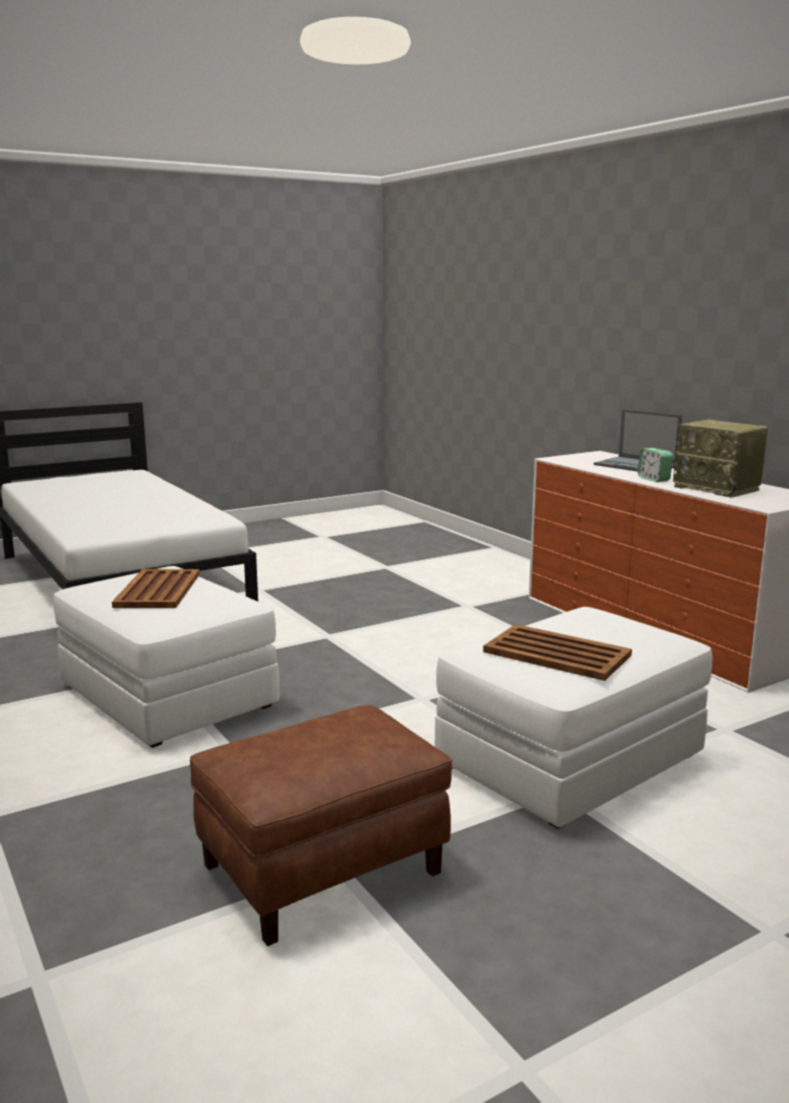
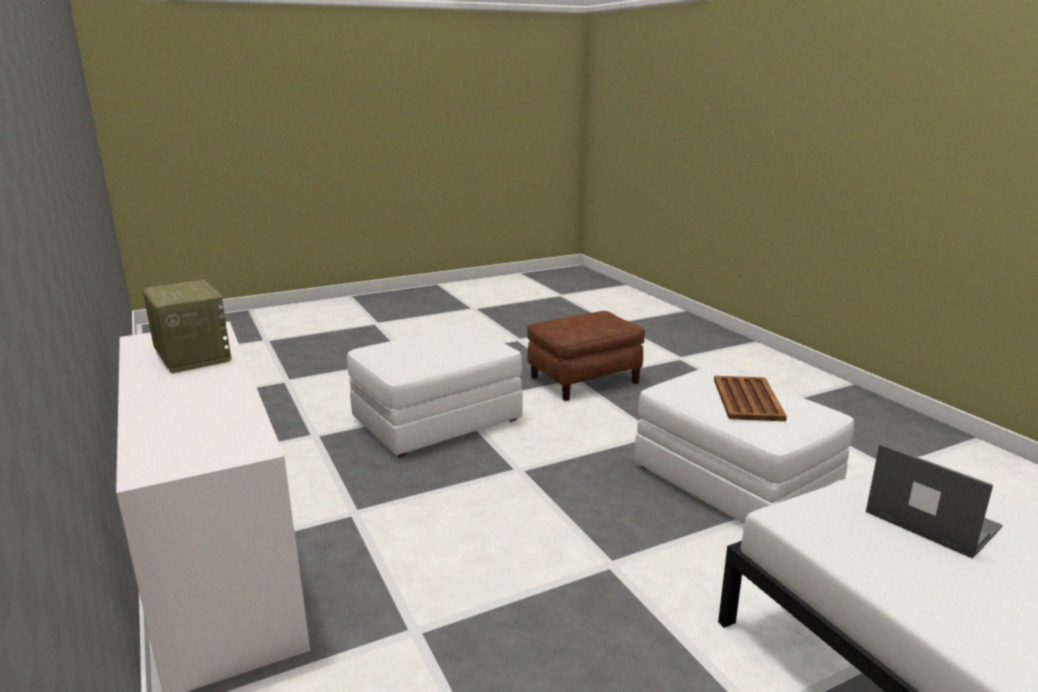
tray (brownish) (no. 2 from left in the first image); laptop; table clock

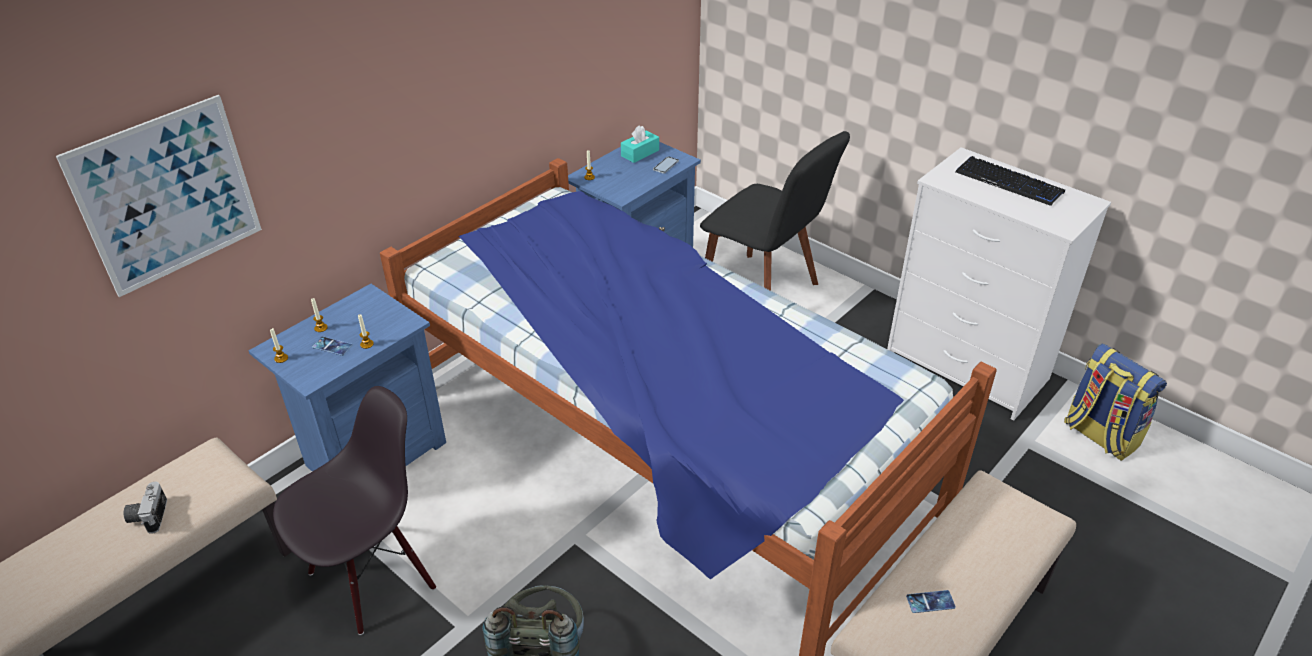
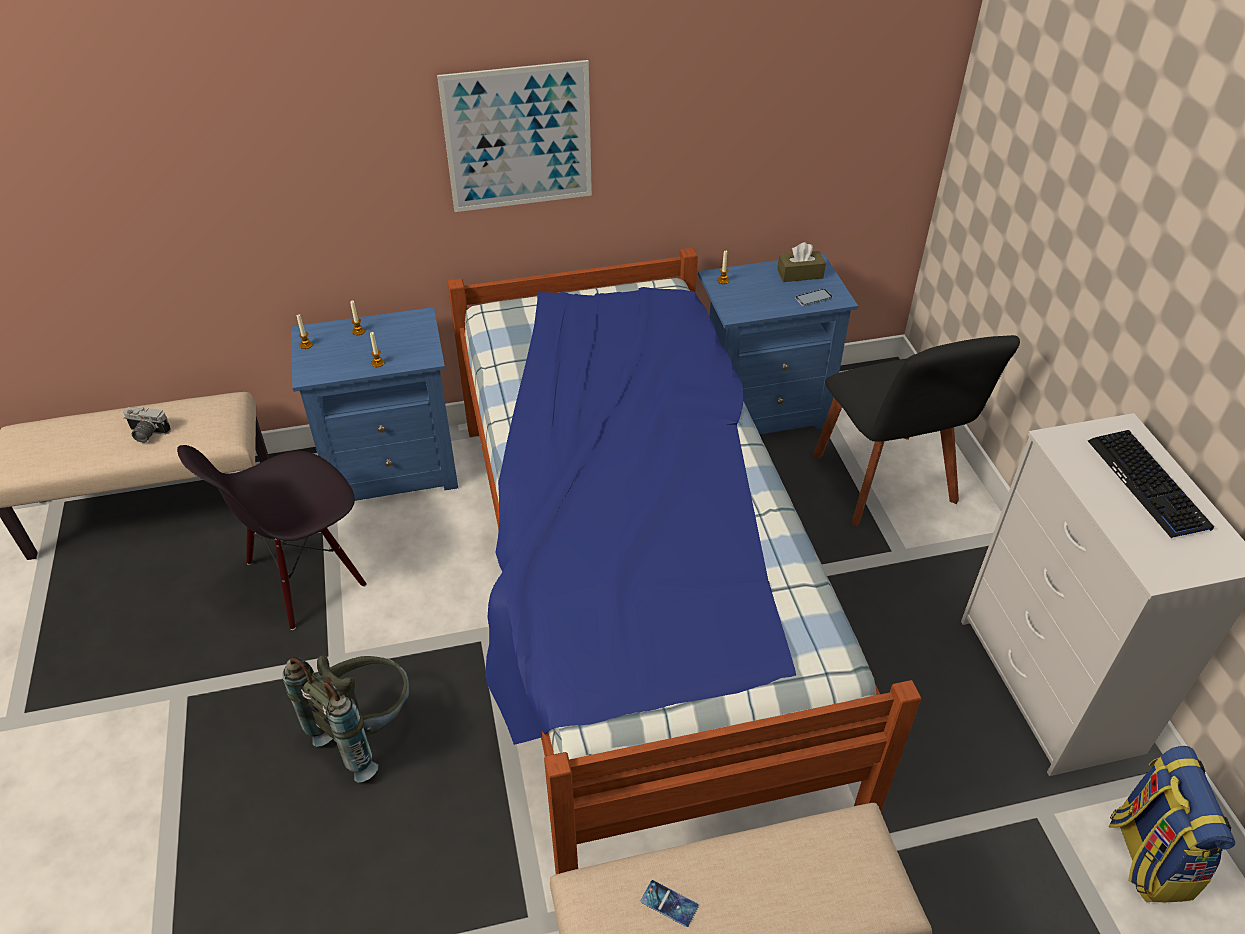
wall art; photo camera; plain chair (black) (no. 1 from left); telephone (no. 1 from left in the first image); tissue holder (brownish)

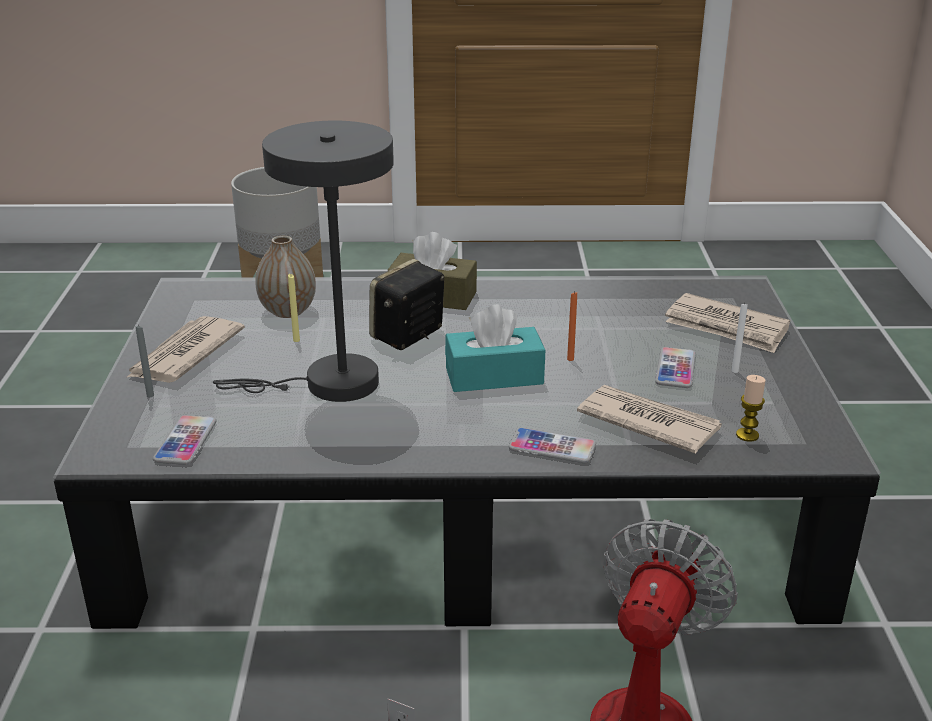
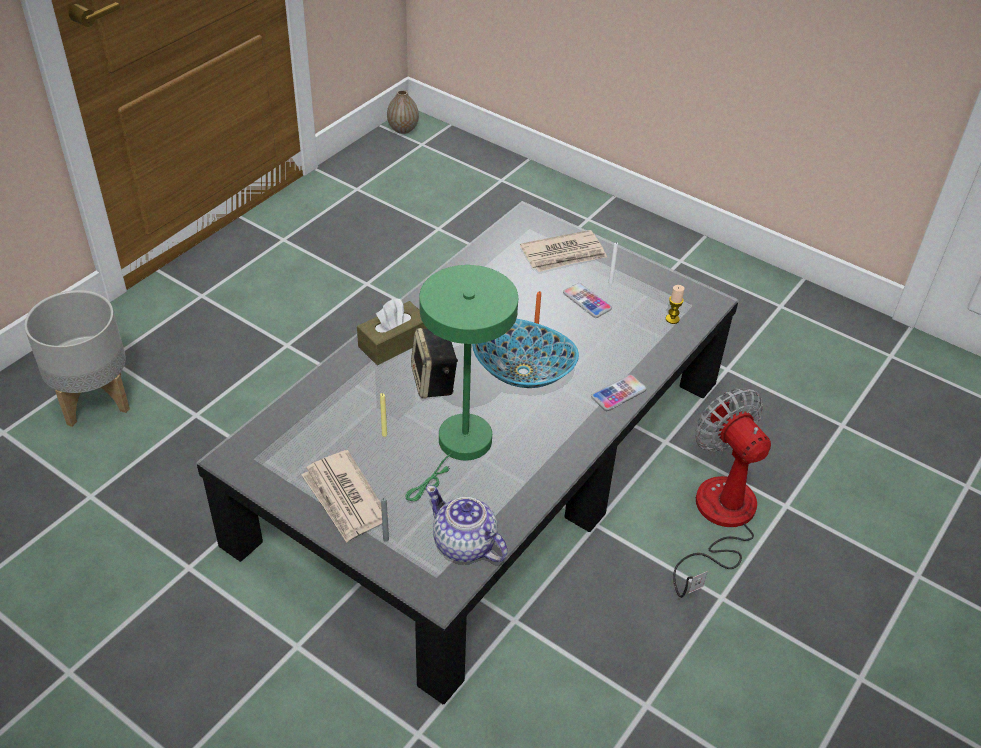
tea pot; lamp for a table (greenish); vase; bowl; daily paper (no. 2 from left in the first image)

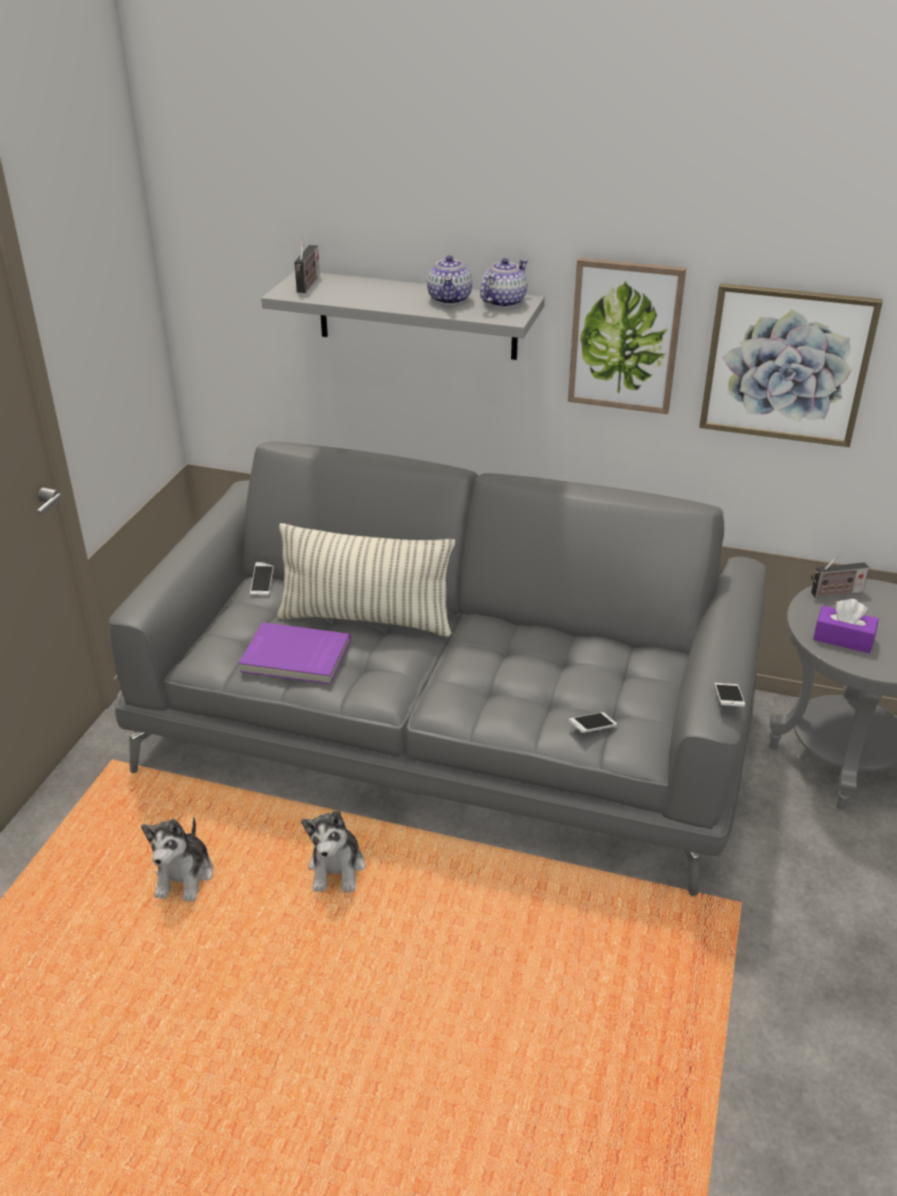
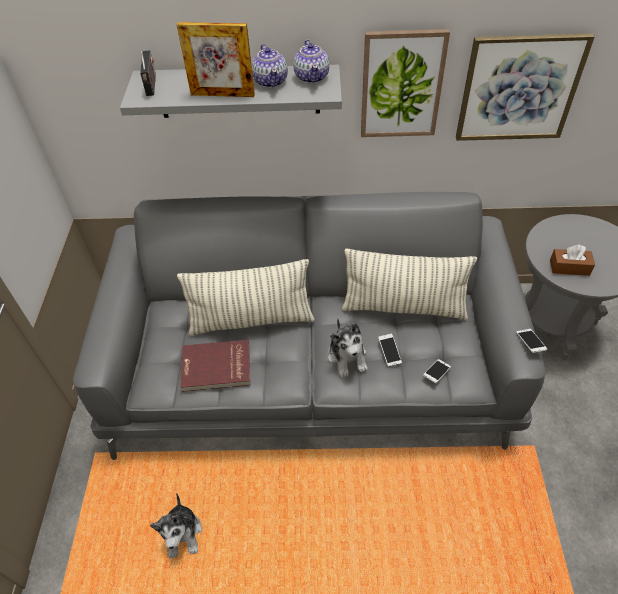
book (red); telephone (no. 1 from left); soft toy (no. 2 from left); tea pot (no. 2 from left); radio receiver (no. 2 from left in the first image); tissue holder (brownish); picture frame; throw pillow (no. 2 from left)

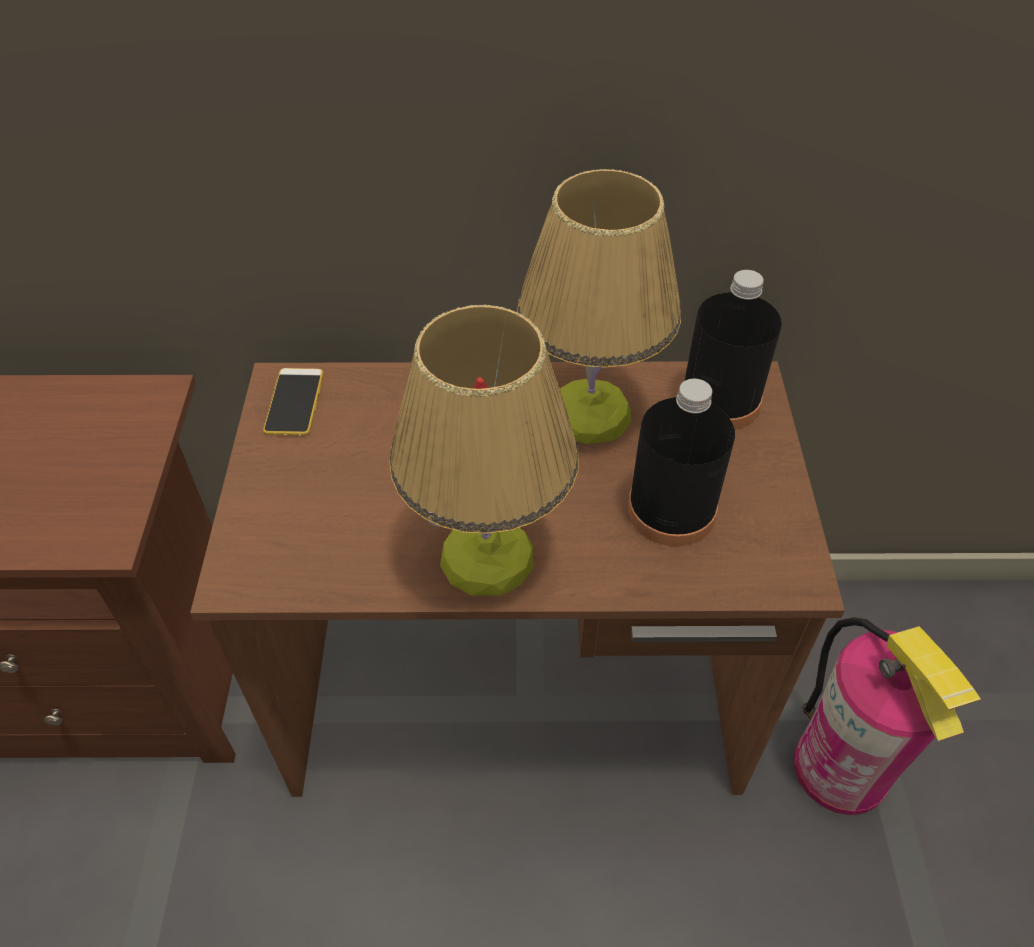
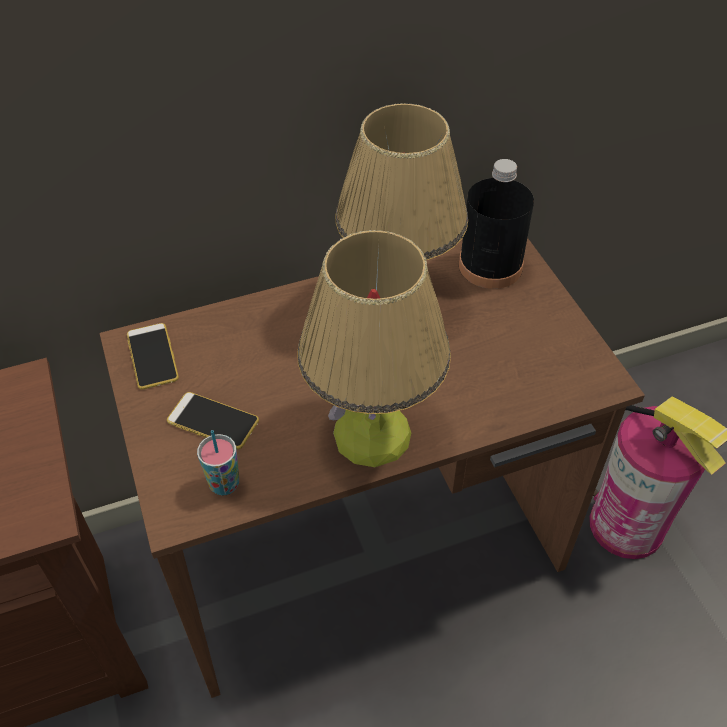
drink bottle (black) (no. 1 from left in the first image); telephone (no. 2 from left); cup

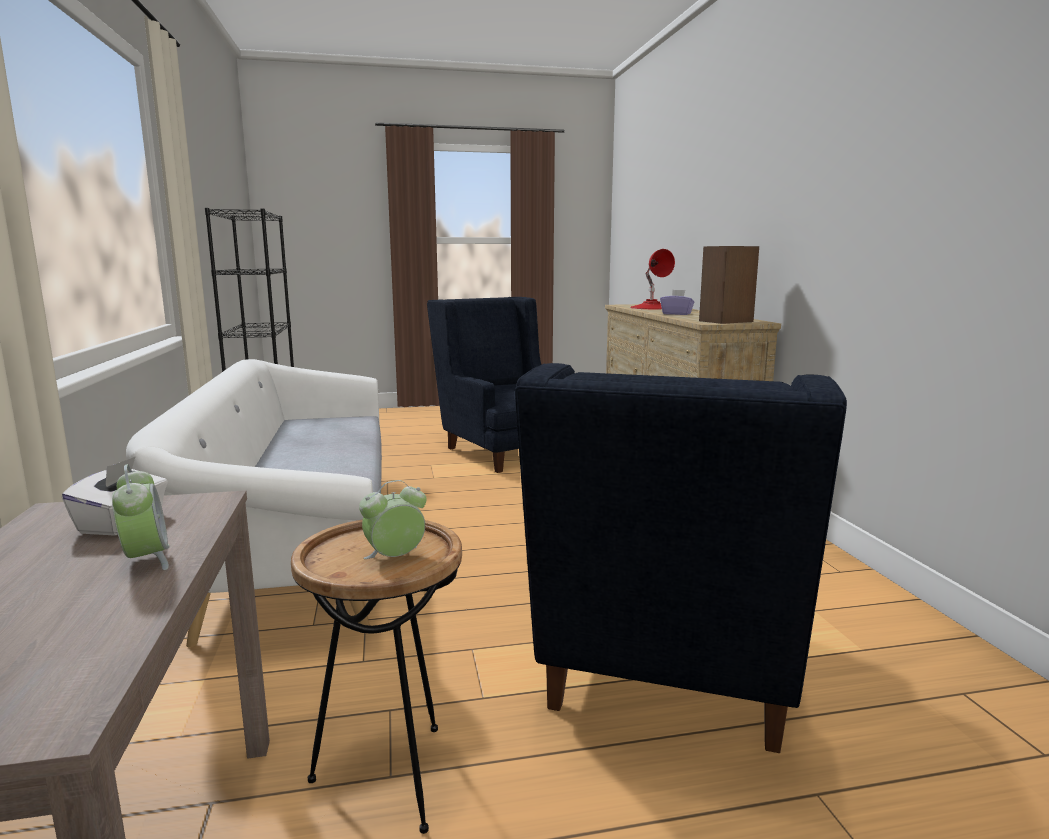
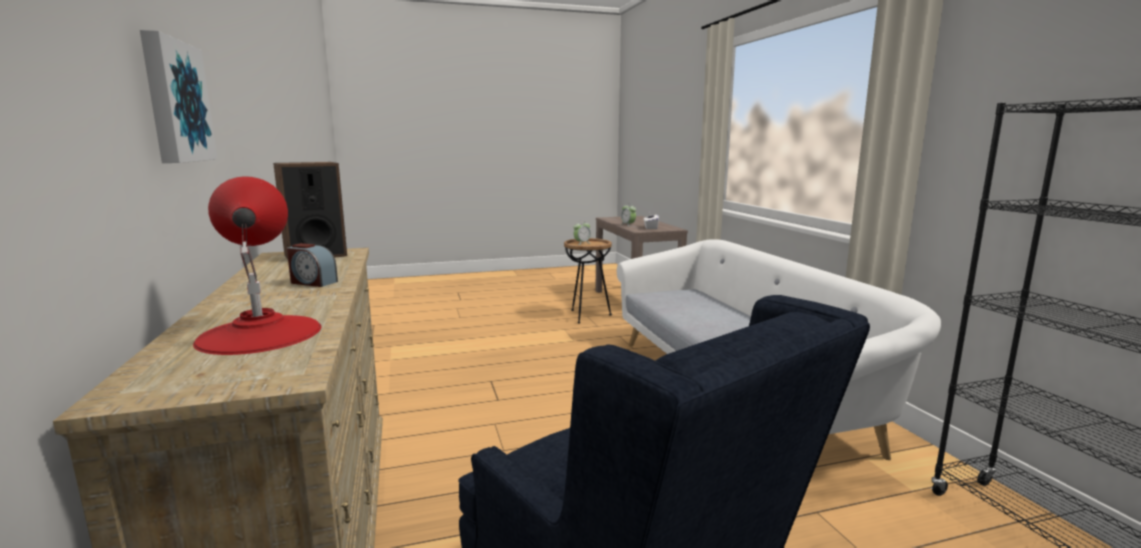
easy chair (blue-coloured) (no. 2 from left in the first image); table clock (no. 1 from left); wall art

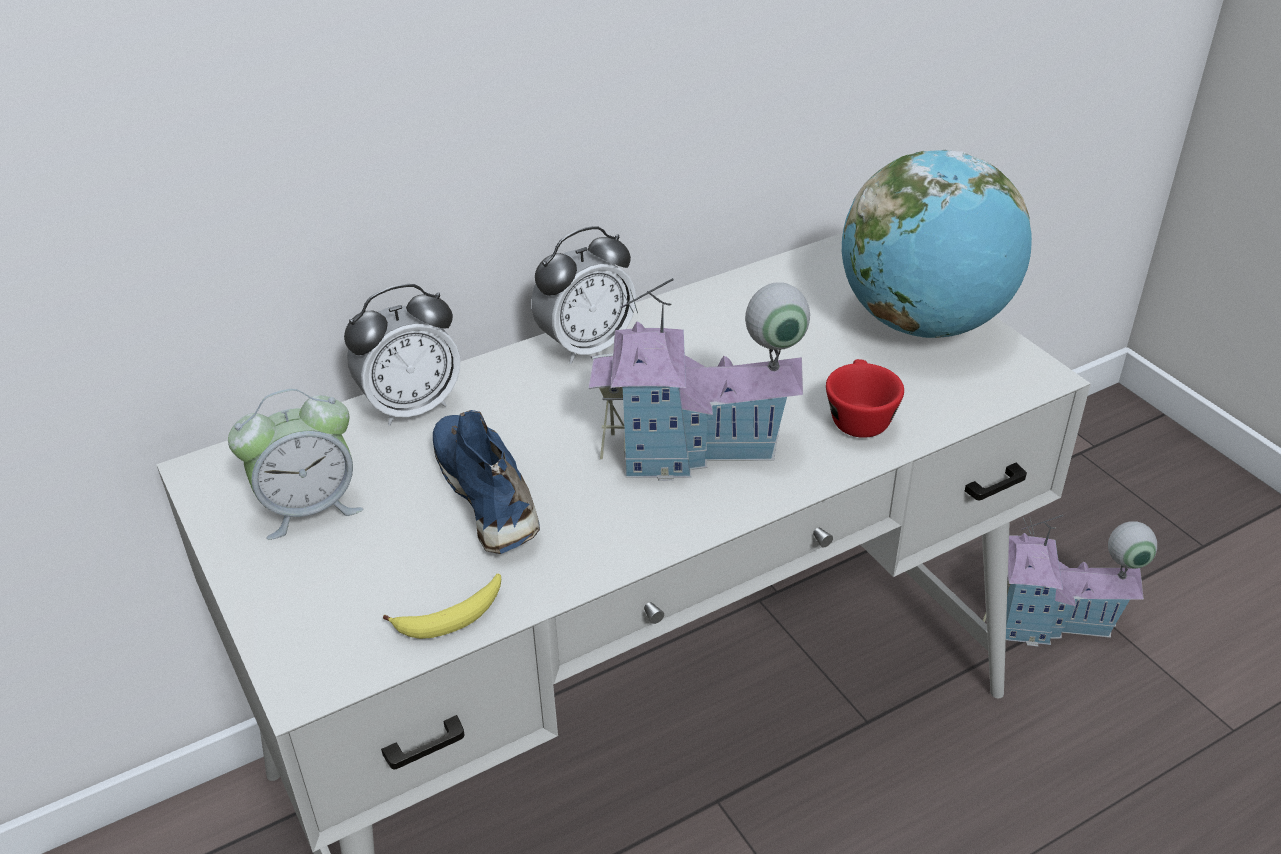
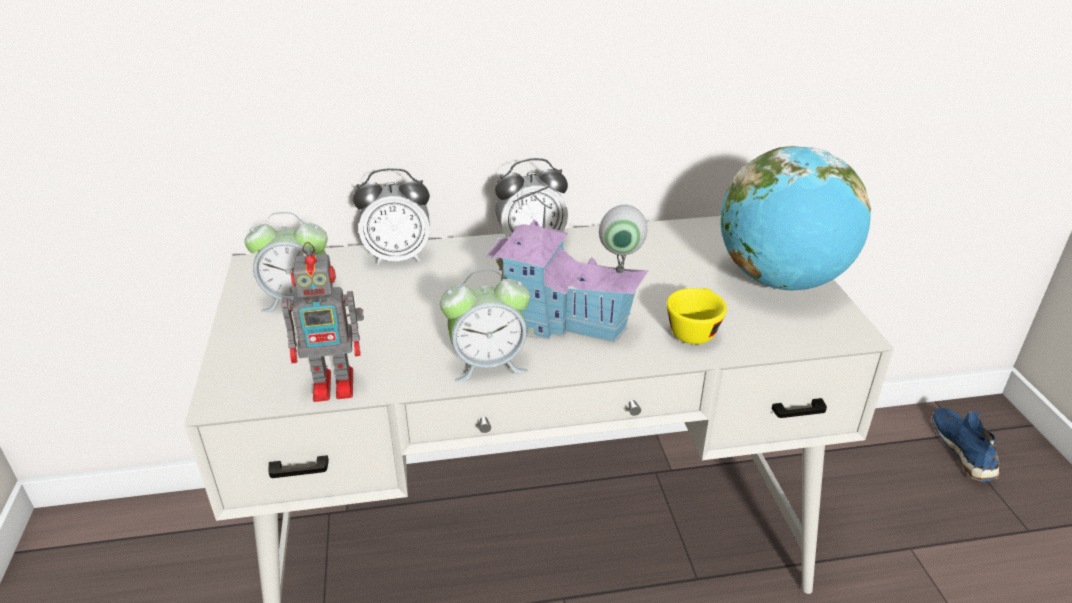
robot figure; low shoe (blue-coloured); cup (yellow-coloured); miniature house (no. 2 from left in the first image); table clock (no. 3 from left)

